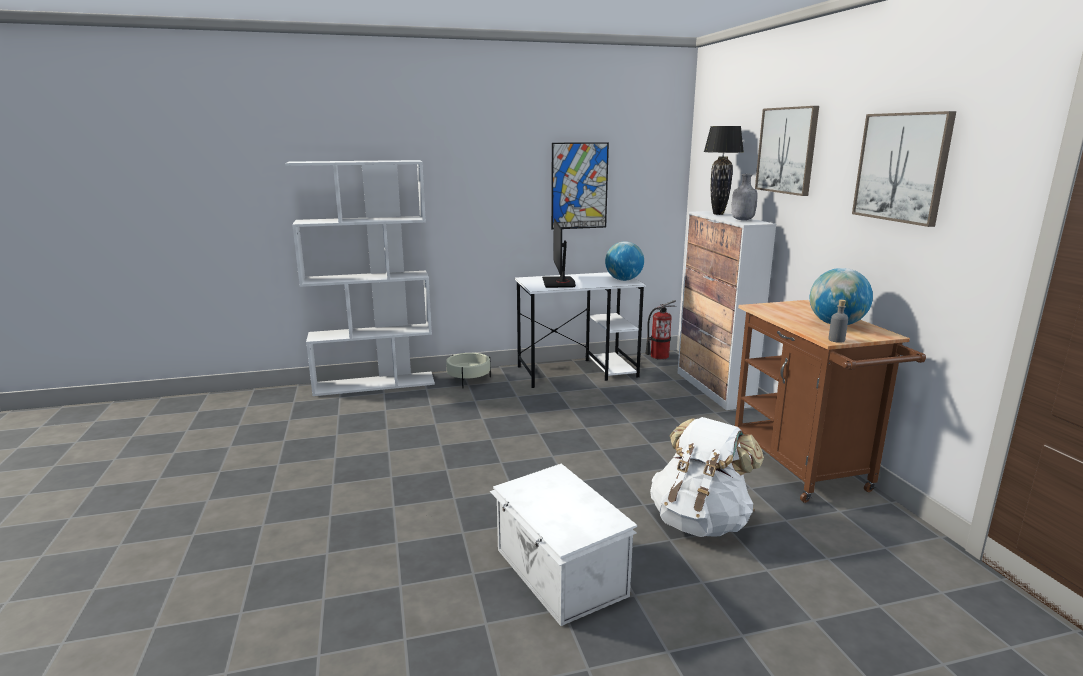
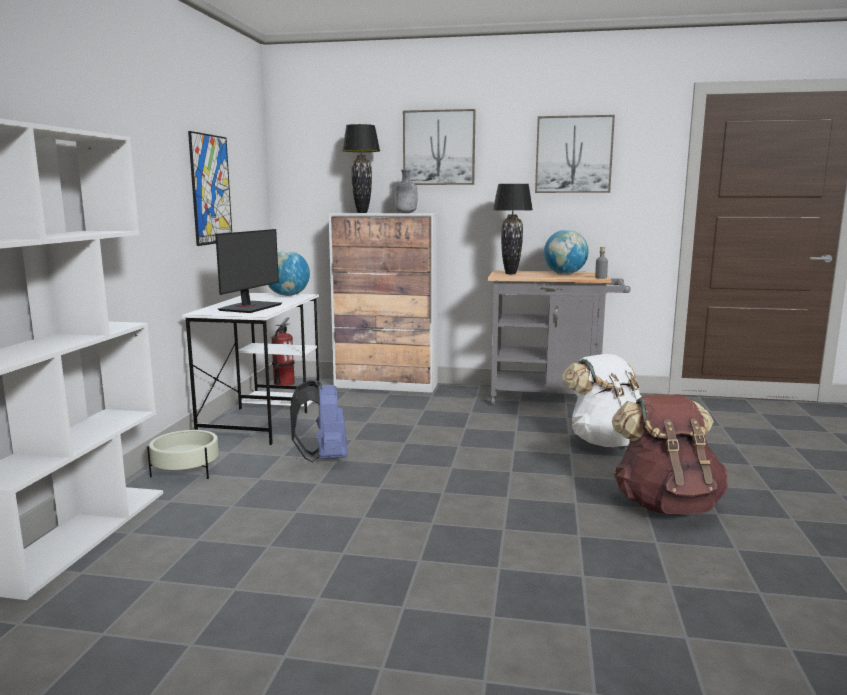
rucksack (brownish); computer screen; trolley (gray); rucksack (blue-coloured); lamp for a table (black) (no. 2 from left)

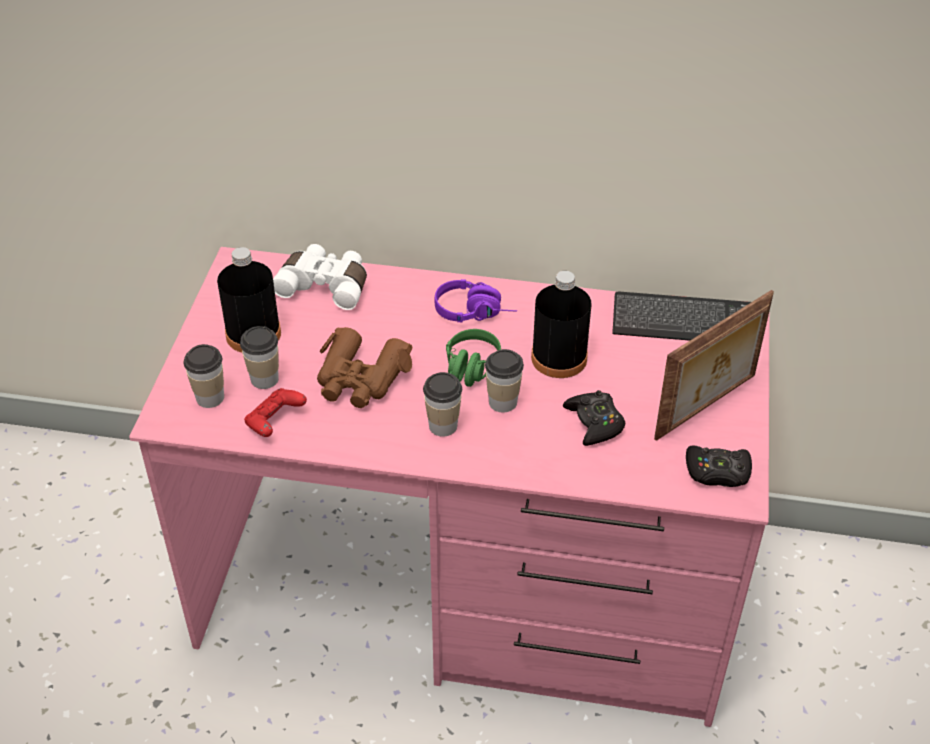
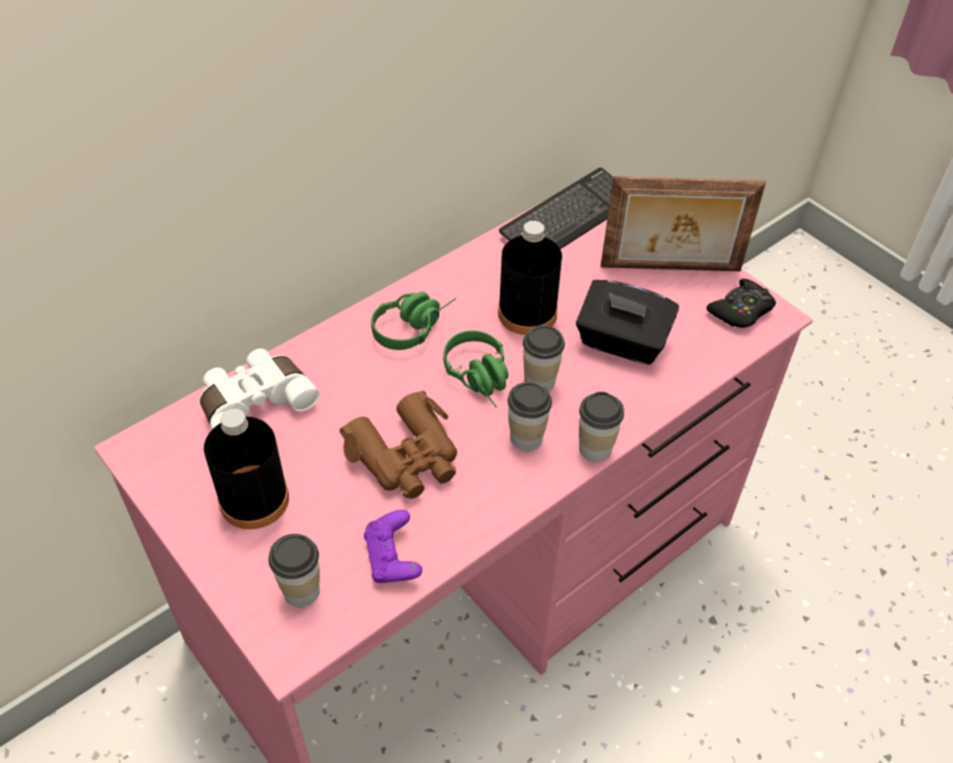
cup (no. 4 from left); gamepad (purplish); headset (greenish) (no. 1 from left); tissue holder (black); picture frame

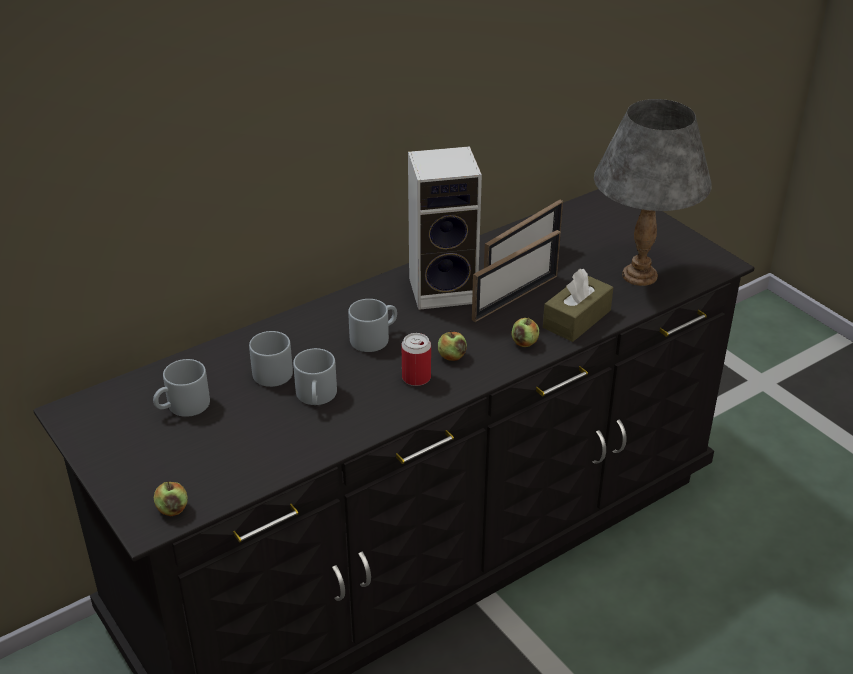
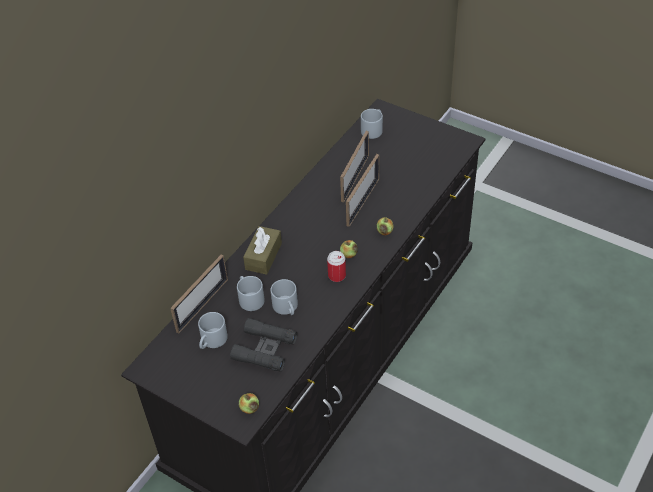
coffee mug (gray) (no. 4 from left); audio speaker; tissue holder (brownish); lamp for a table (gray); picture frame (no. 1 from left); pair of binoculars (black)

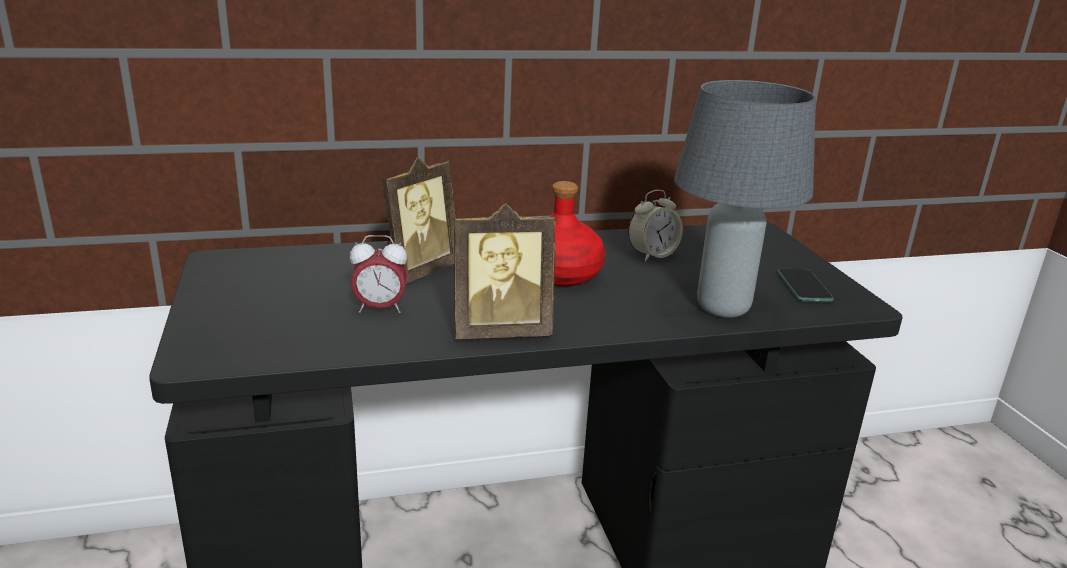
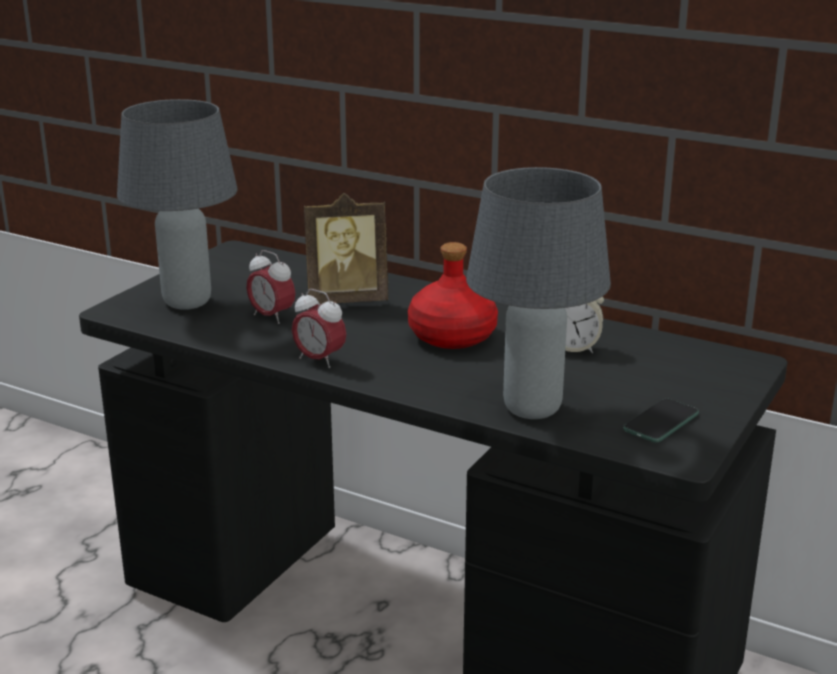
table clock (no. 2 from left); lamp for a table (gray) (no. 1 from left)

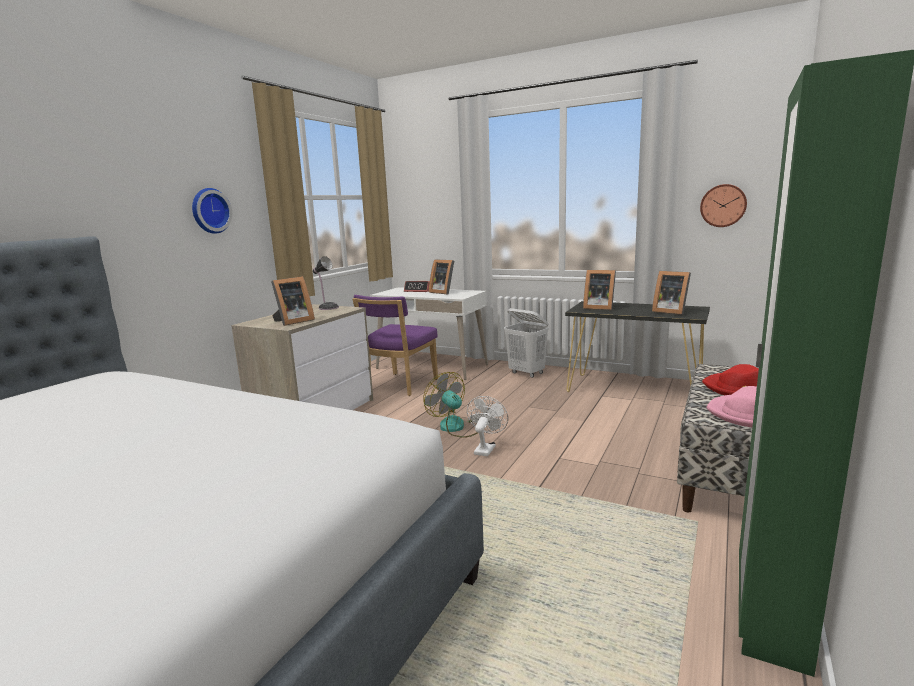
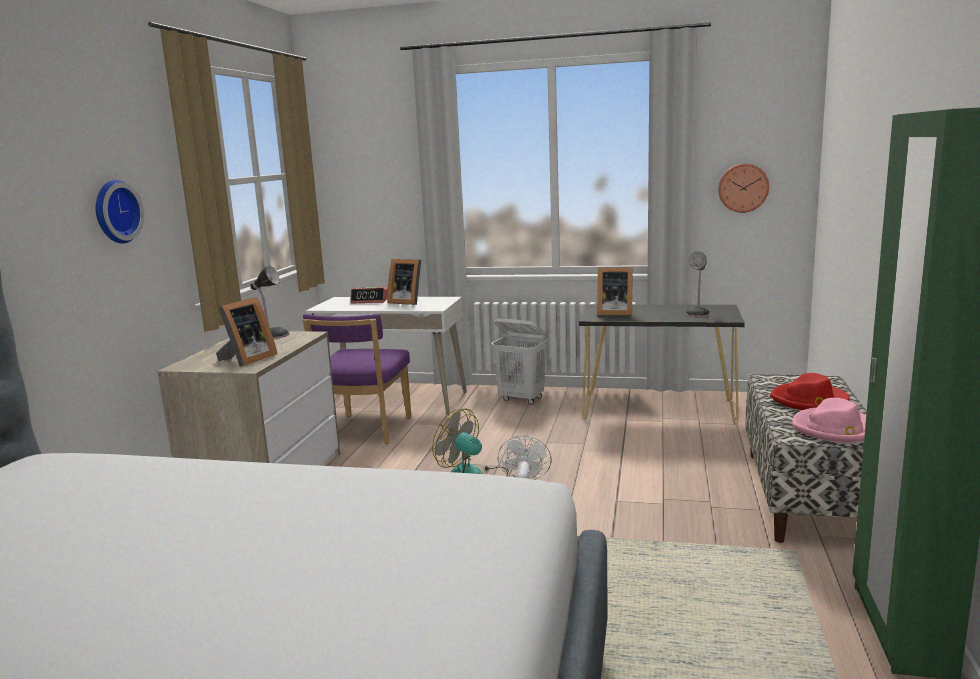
lamp for a table (no. 2 from left)

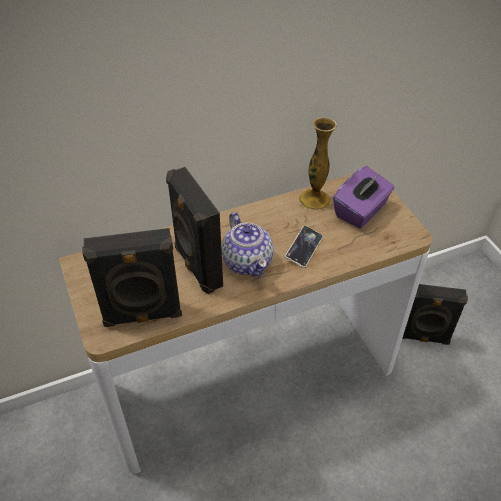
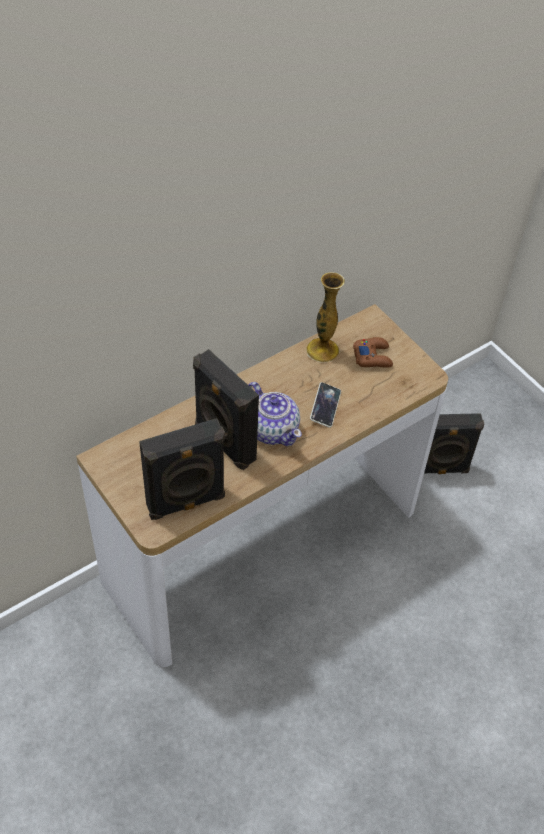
gamepad (brownish)

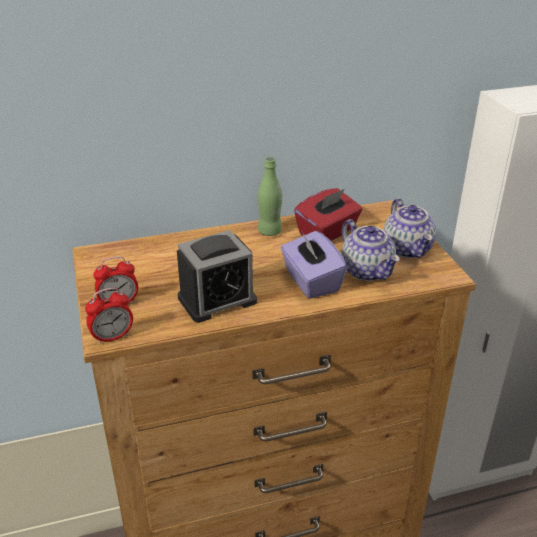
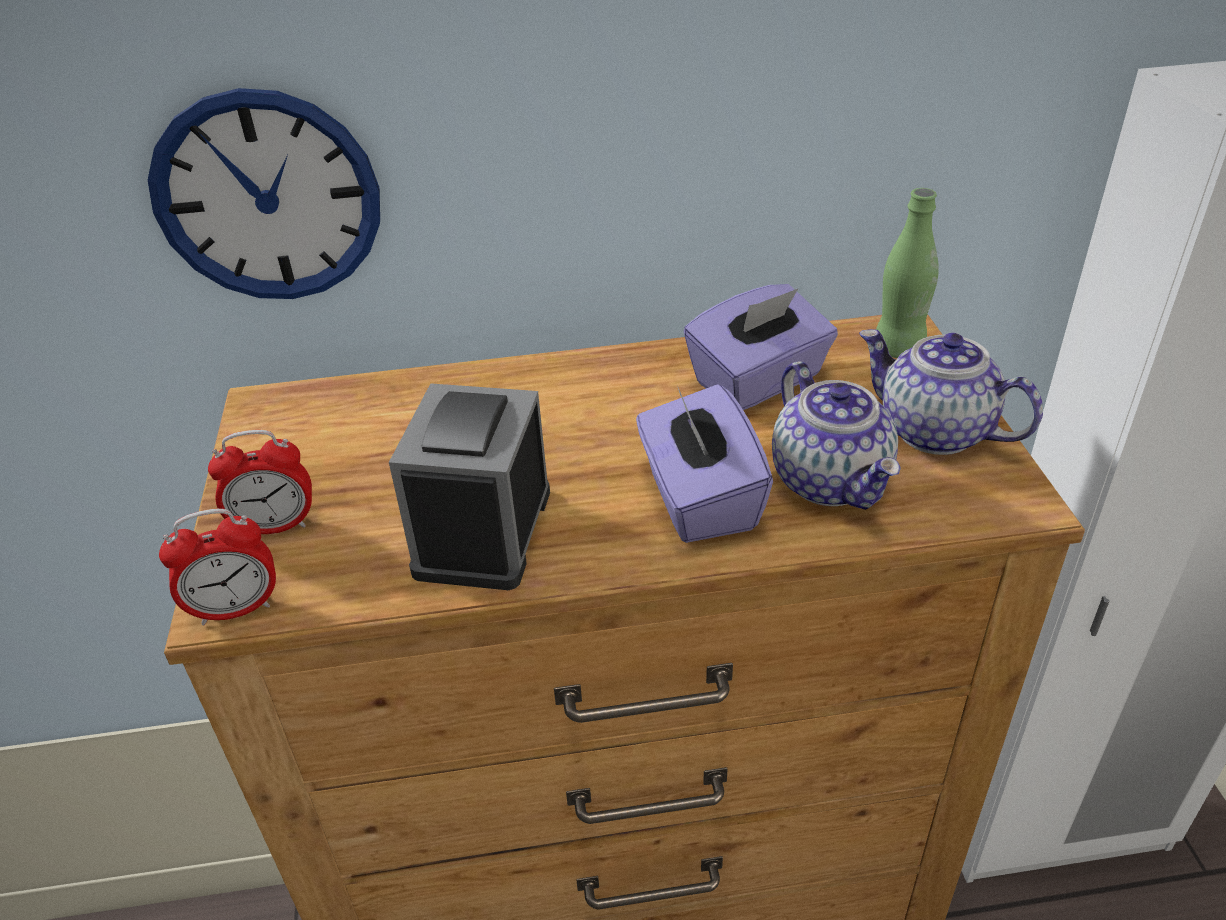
table clock (no. 3 from left); drink bottle (greenish); tissue holder (purplish) (no. 2 from left); tea pot (no. 2 from left); wall clock

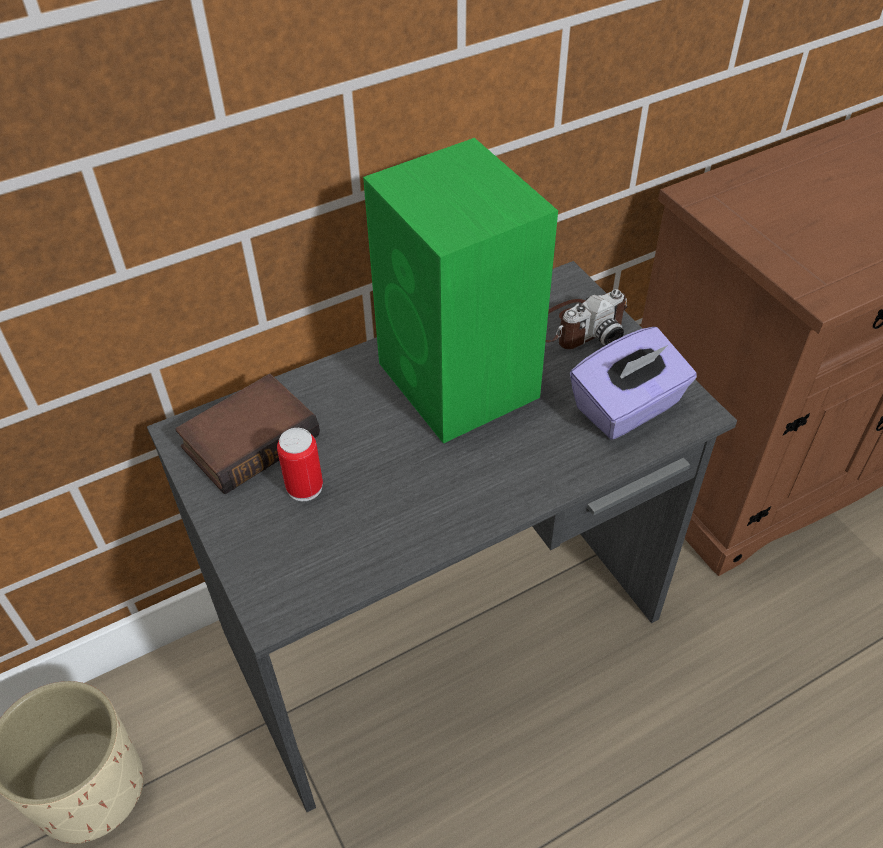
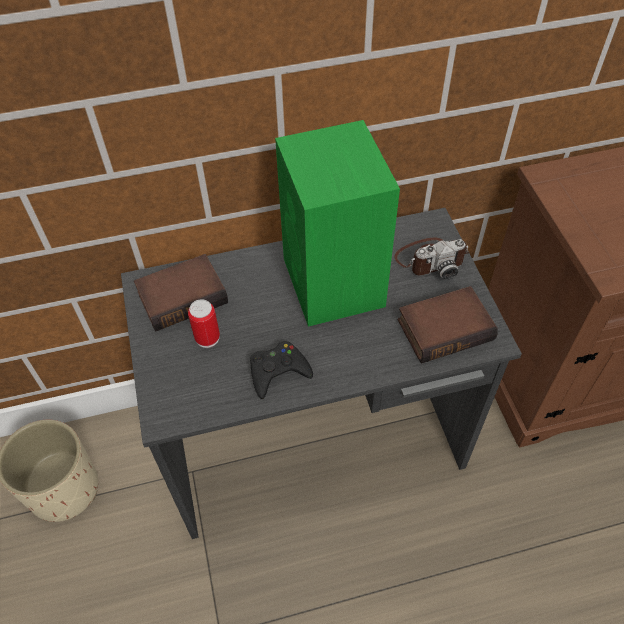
book (no. 2 from left); gamepad (black)

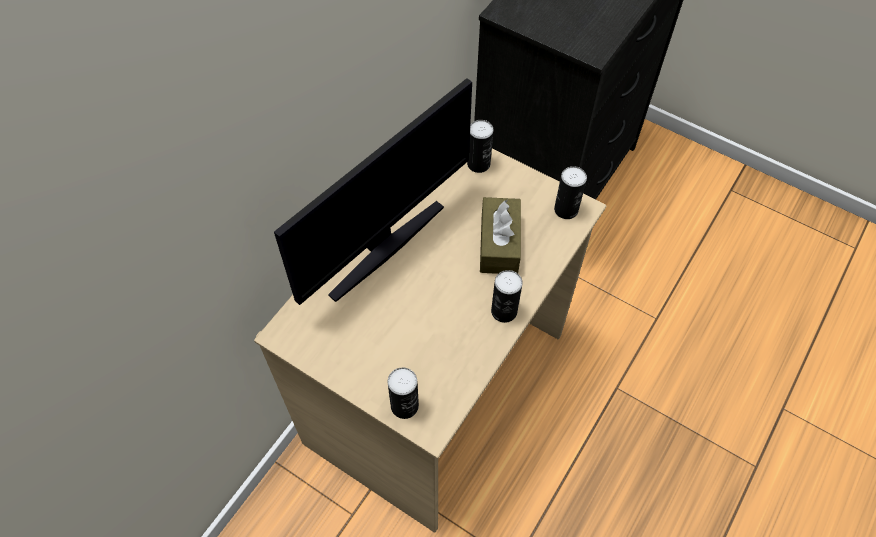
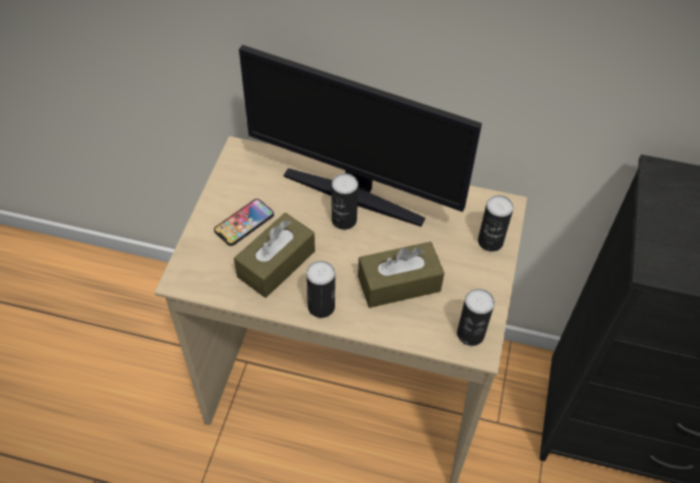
metal can (no. 2 from left); telephone; tissue holder (brownish) (no. 1 from left)

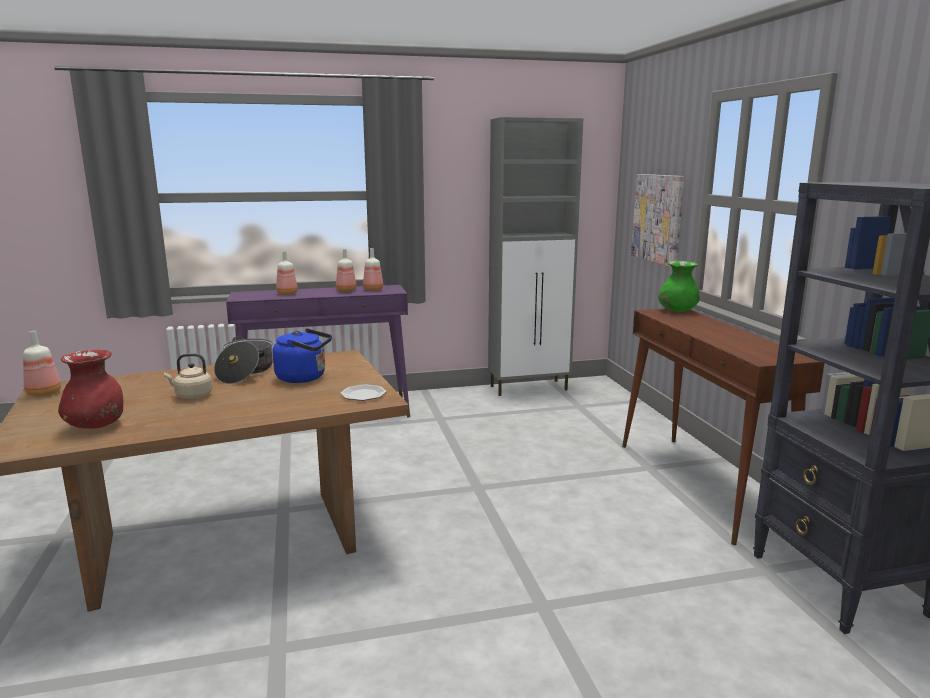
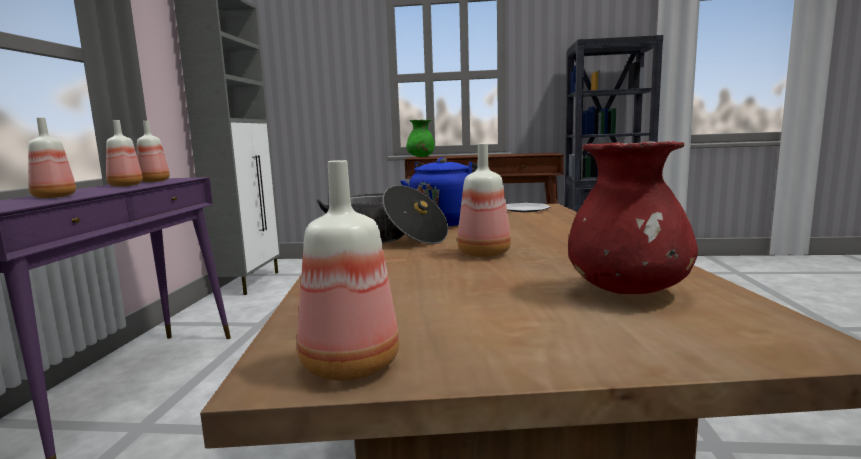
drink bottle (no. 5 from left); wall art

